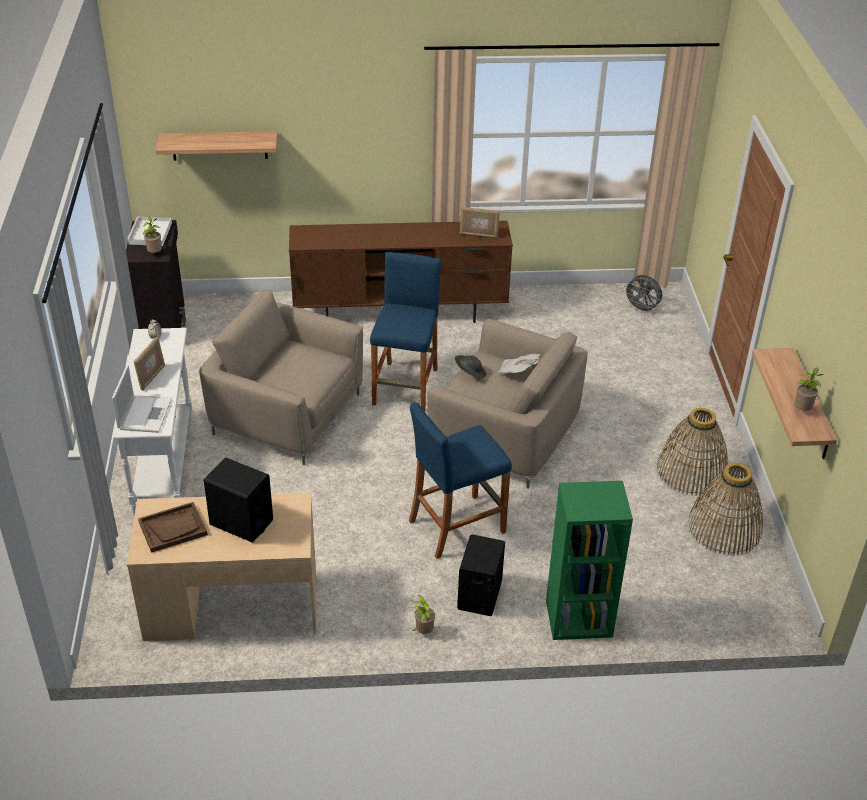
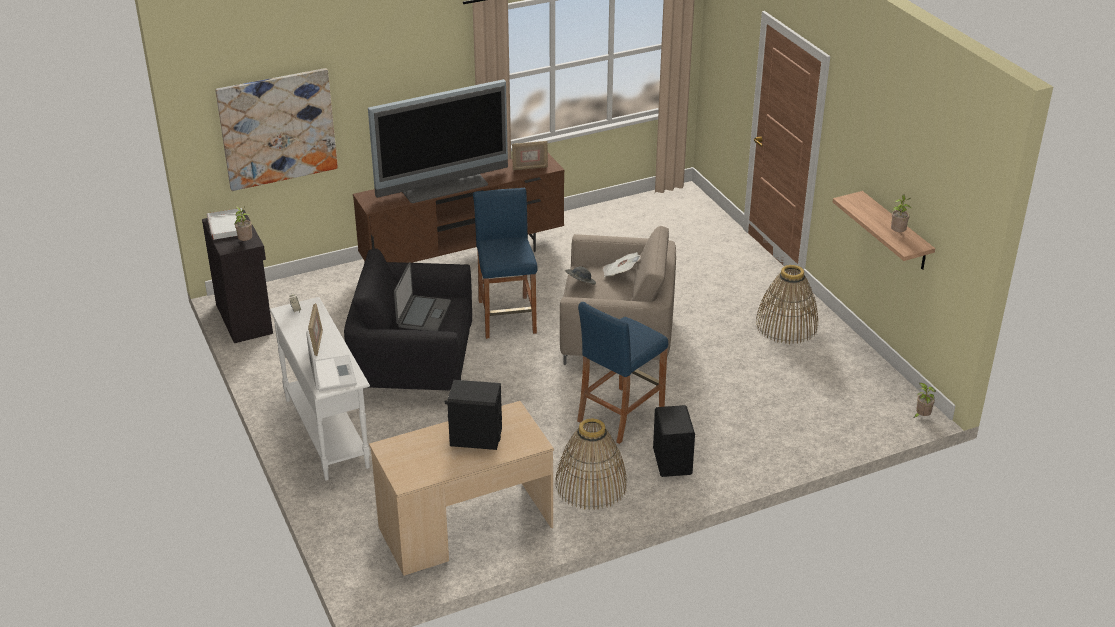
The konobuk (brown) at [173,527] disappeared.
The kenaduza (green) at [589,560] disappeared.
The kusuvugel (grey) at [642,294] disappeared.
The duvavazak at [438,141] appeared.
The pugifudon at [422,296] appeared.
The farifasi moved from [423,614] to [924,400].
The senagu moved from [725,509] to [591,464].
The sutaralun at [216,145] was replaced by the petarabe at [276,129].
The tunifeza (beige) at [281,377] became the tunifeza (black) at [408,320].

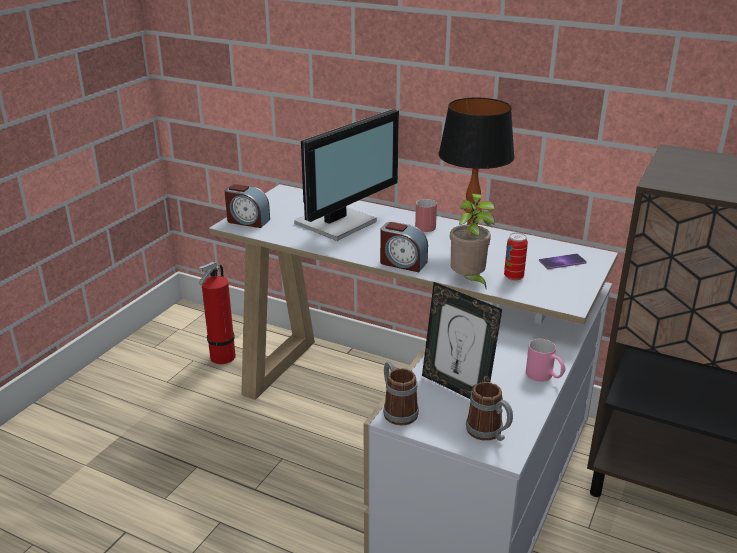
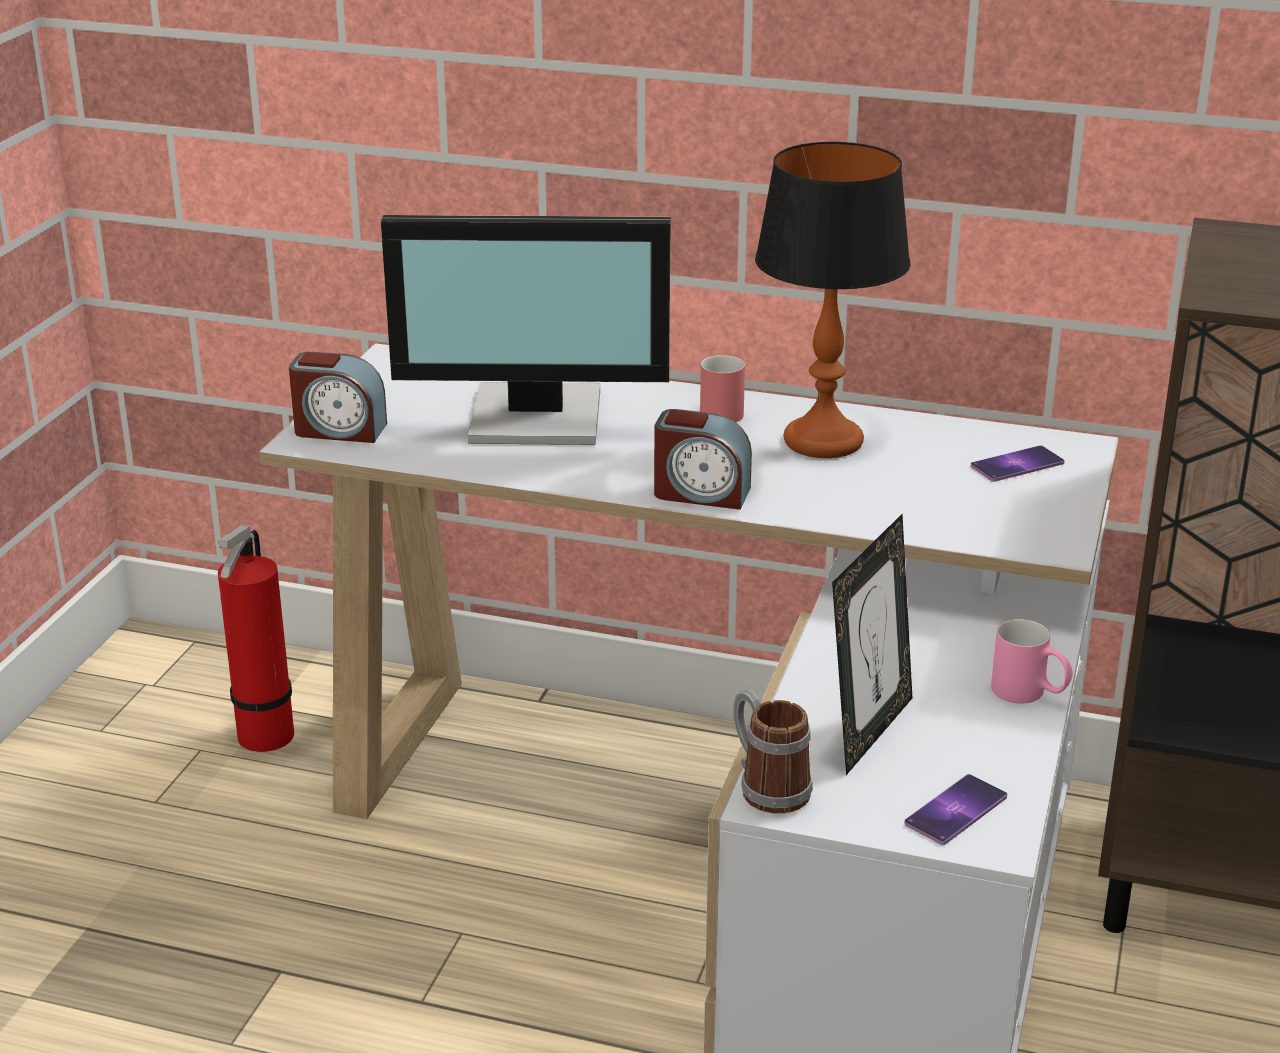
The farifasi at [472,240] disappeared.
The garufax at [516,257] disappeared.
The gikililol at [489,411] was replaced by the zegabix at [955,809].
The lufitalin at [346,175] turned 60 degrees clockwise.
The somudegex at [462,340] turned 90 degrees counterclockwise.

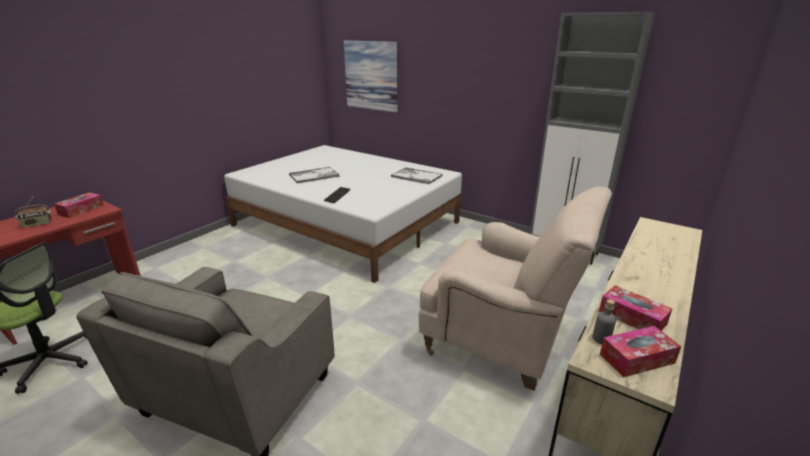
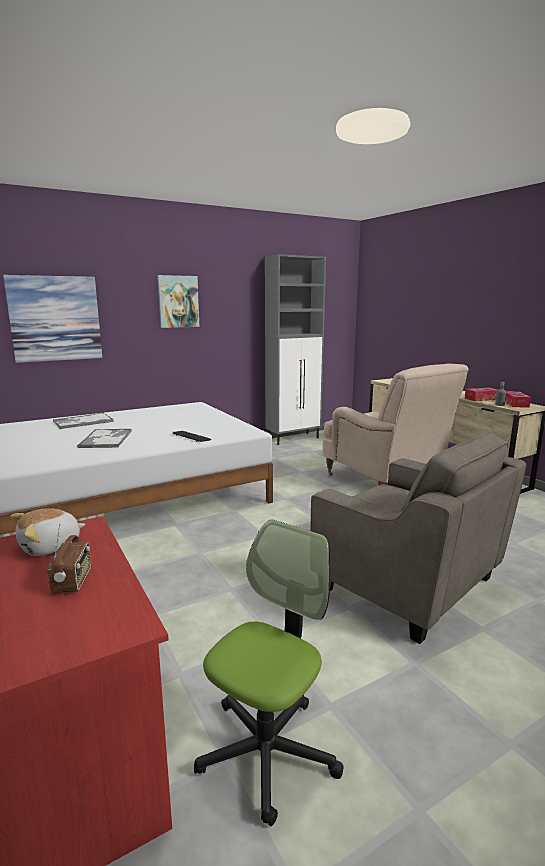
The petarabe at [178,301] appeared.
The konobuk moved from [417,175] to [83,421].
The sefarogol at [79,205] was replaced by the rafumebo at [48,532].
The tunifeza (beige) at [515,289] turned 90 degrees clockwise.

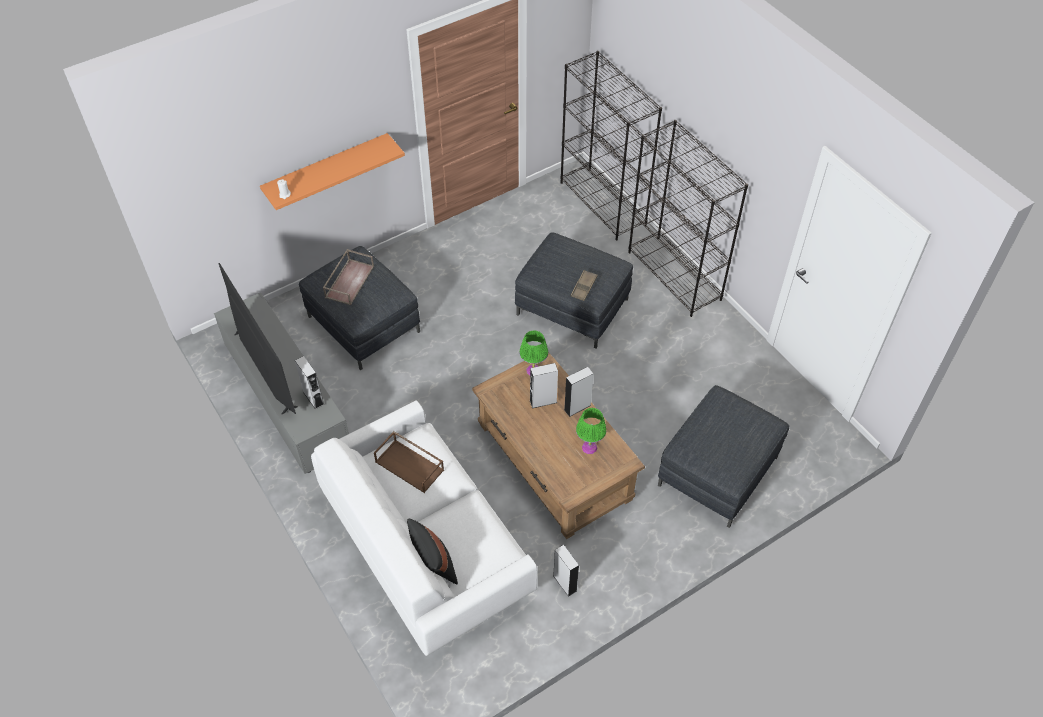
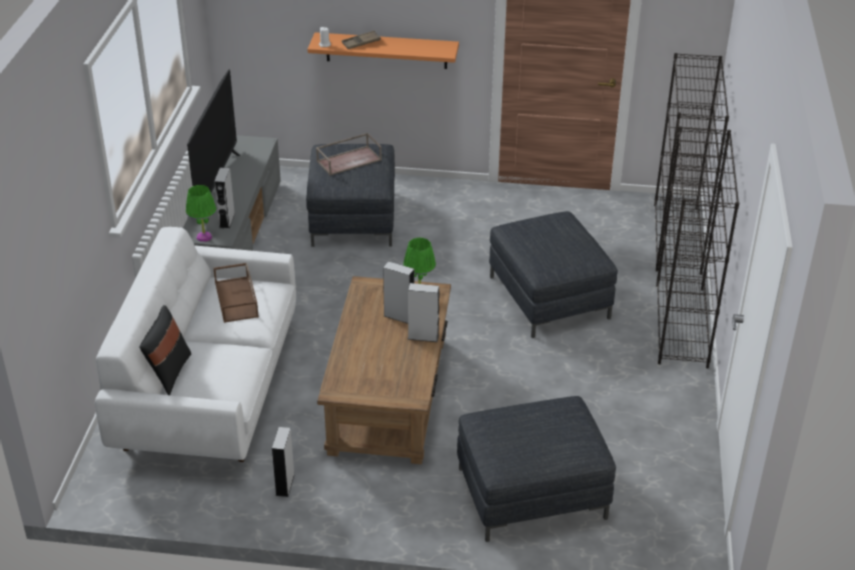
The konobuk (brown) moved from [584,285] to [361,40].
The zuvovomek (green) moved from [591,431] to [201,213].

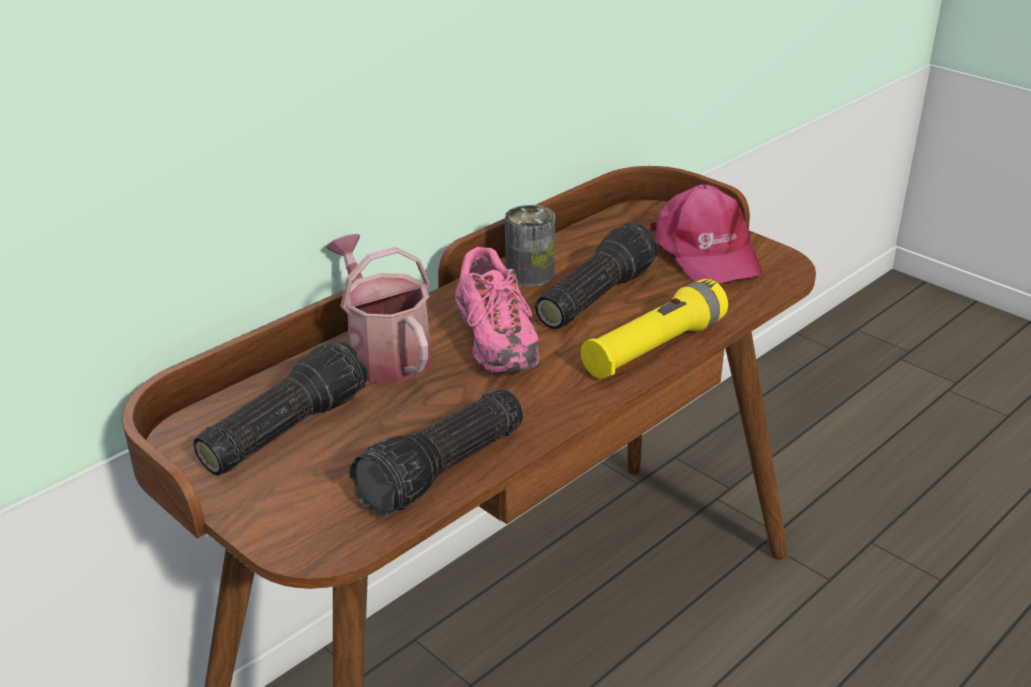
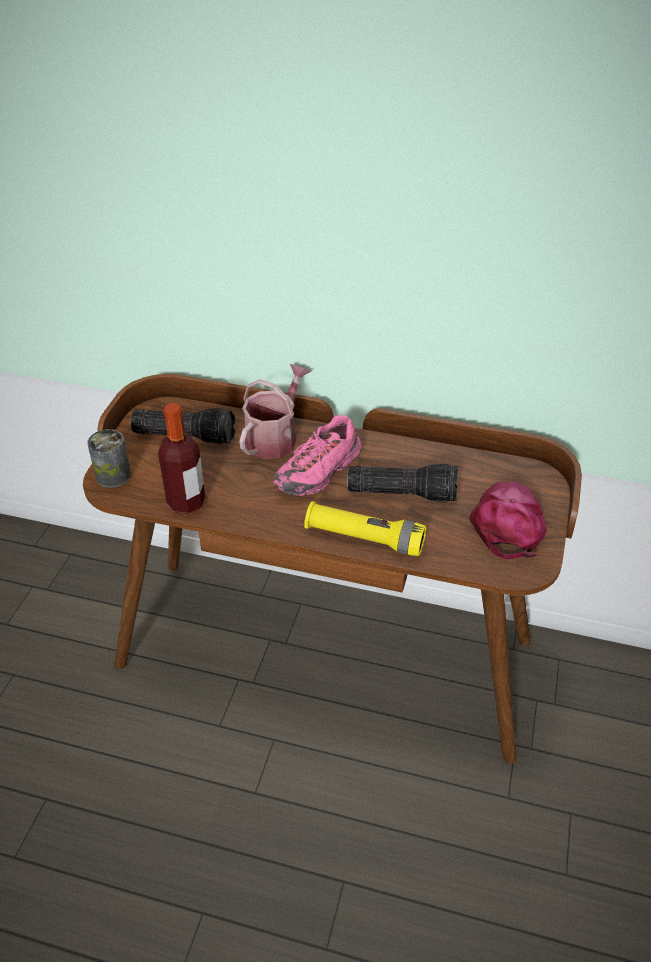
The garufax moved from [530,246] to [109,458].
The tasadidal at [436,453] was replaced by the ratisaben at [181,458].
The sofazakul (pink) at [706,234] turned 150 degrees clockwise.

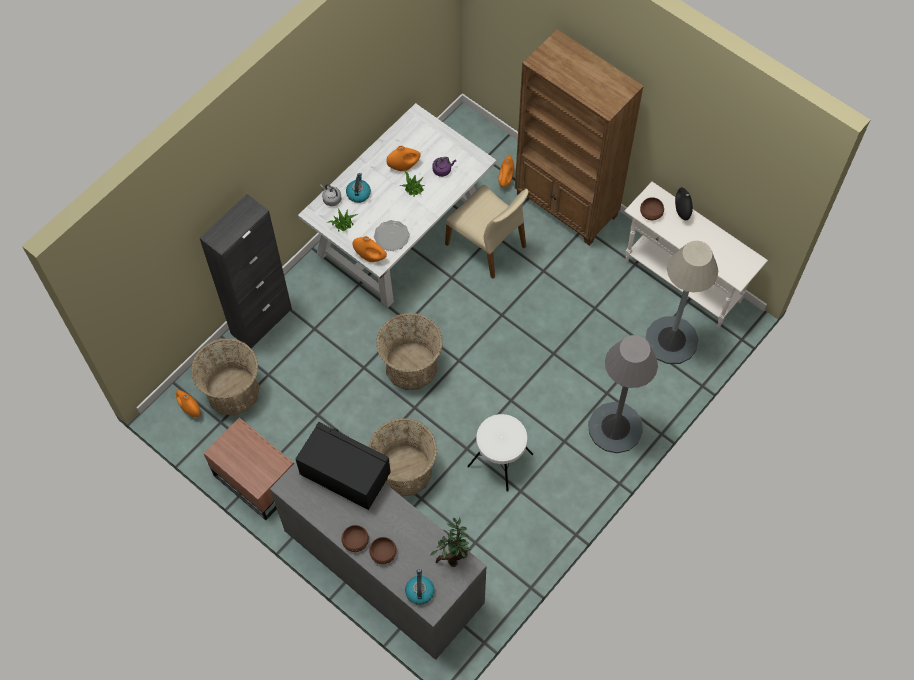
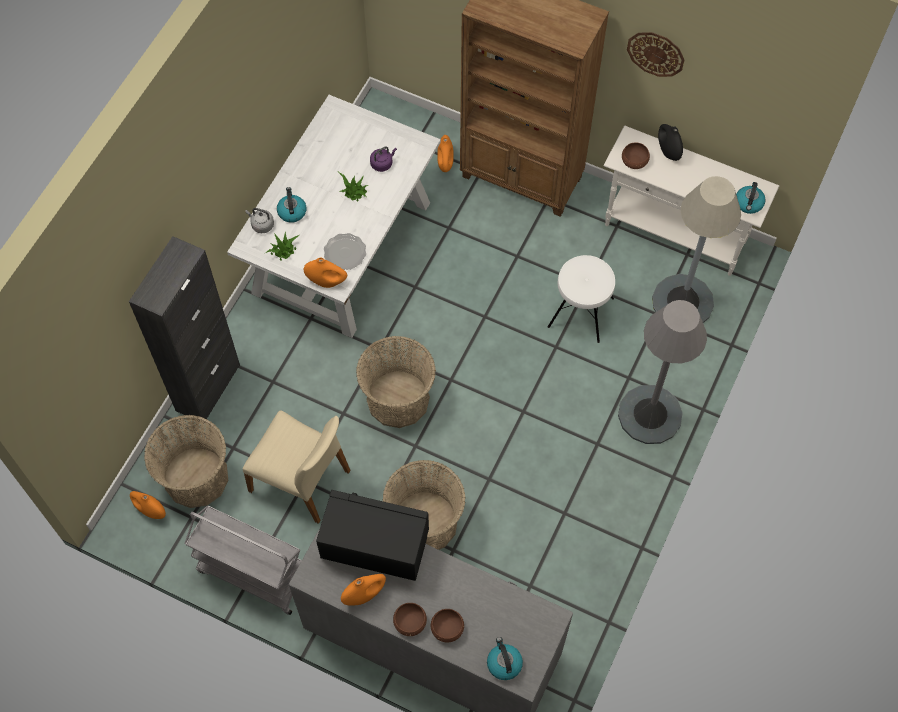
The farifasi at [451,542] disappeared.
The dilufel at [655,54] appeared.
The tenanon at [751,198] appeared.
The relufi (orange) moved from [403,158] to [363,590].
The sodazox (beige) moved from [487,232] to [297,467].
The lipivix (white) moved from [500,453] to [581,299].
The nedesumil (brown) at [249,469] was replaced by the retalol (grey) at [243,560].

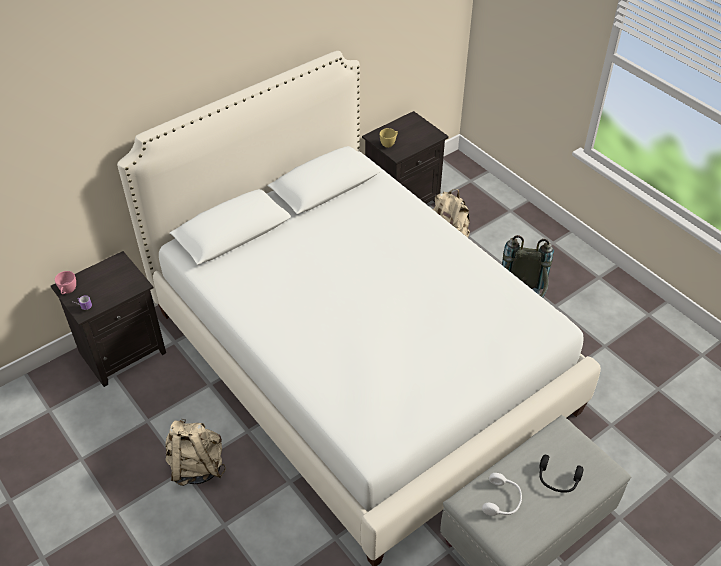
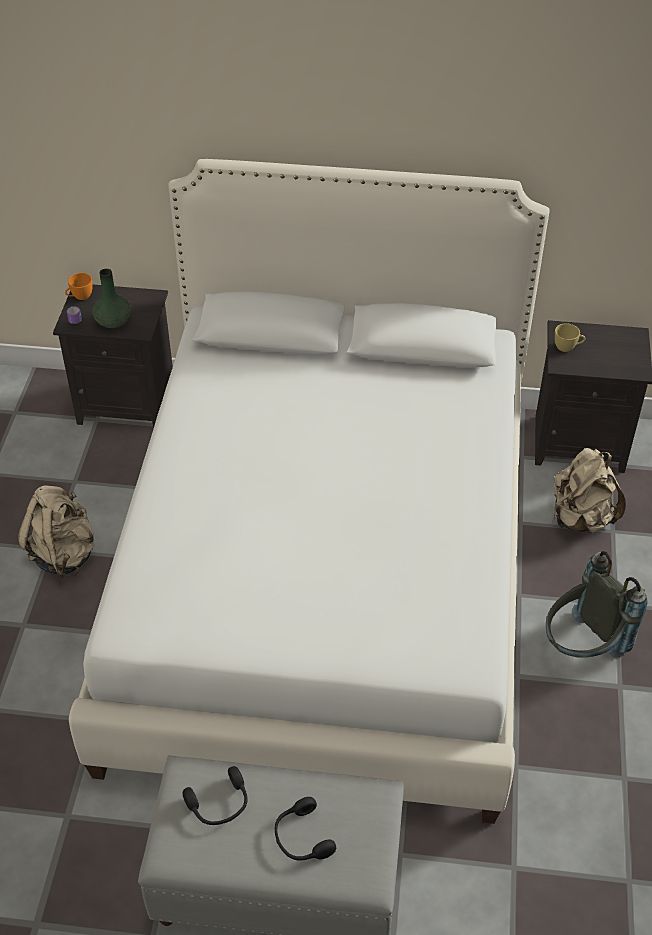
The relufi (green) at [111,298] appeared.
The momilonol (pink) at [65,282] became the momilonol (orange) at [79,286].
The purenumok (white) at [502,494] became the purenumok (black) at [215,795].

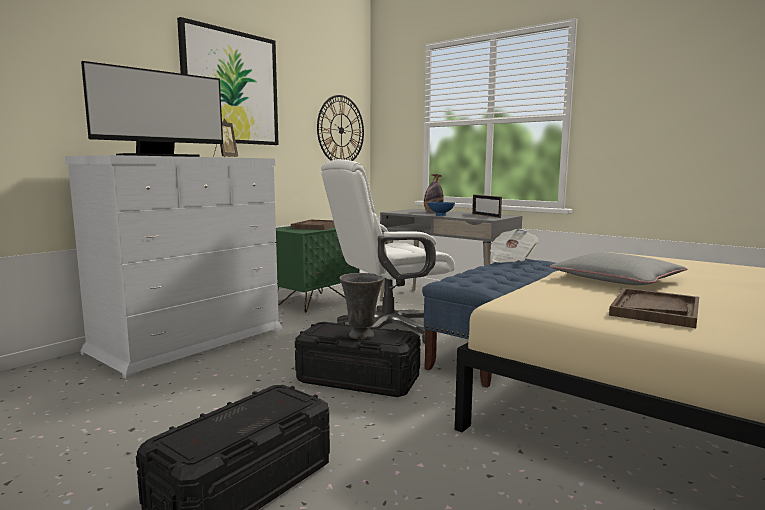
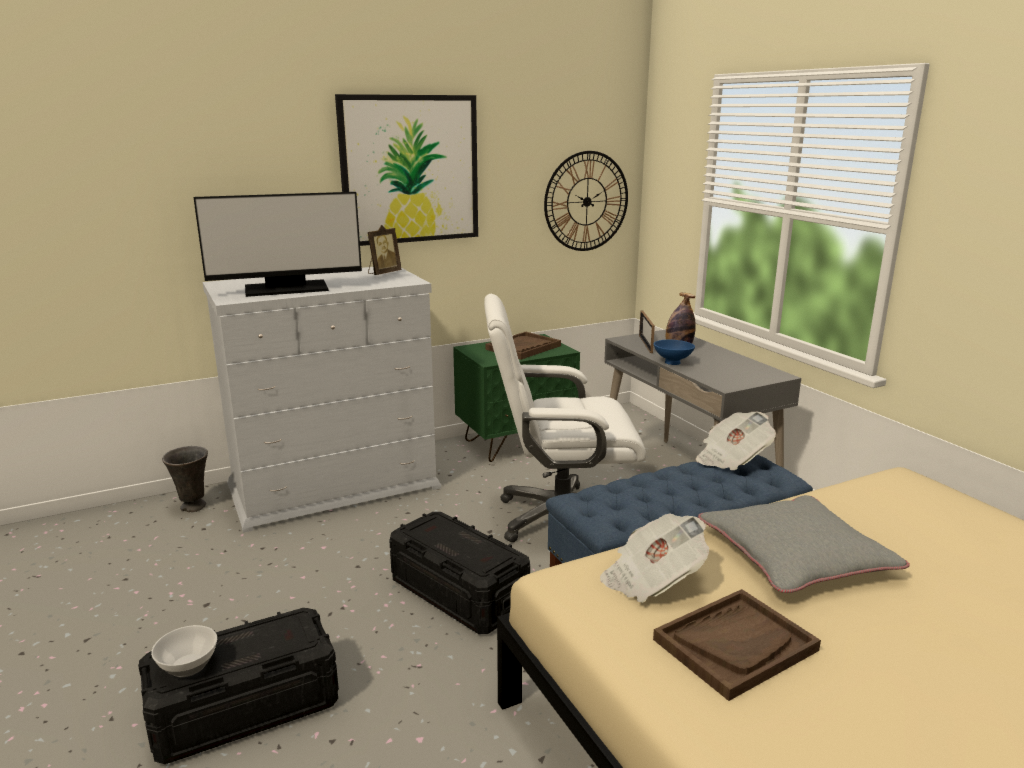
The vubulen at [184,651] appeared.
The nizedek at [654,558] appeared.
The relufi (grey) moved from [361,306] to [185,479].
The somudegex moved from [487,206] to [647,331].

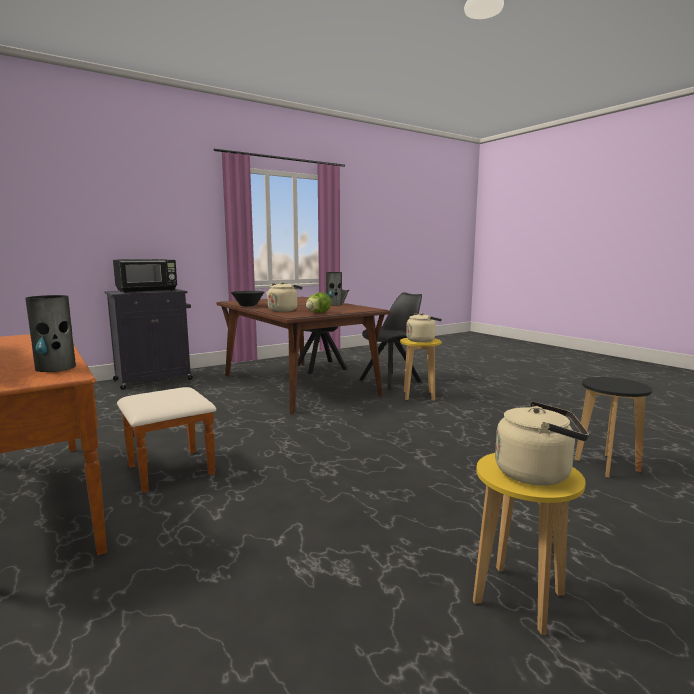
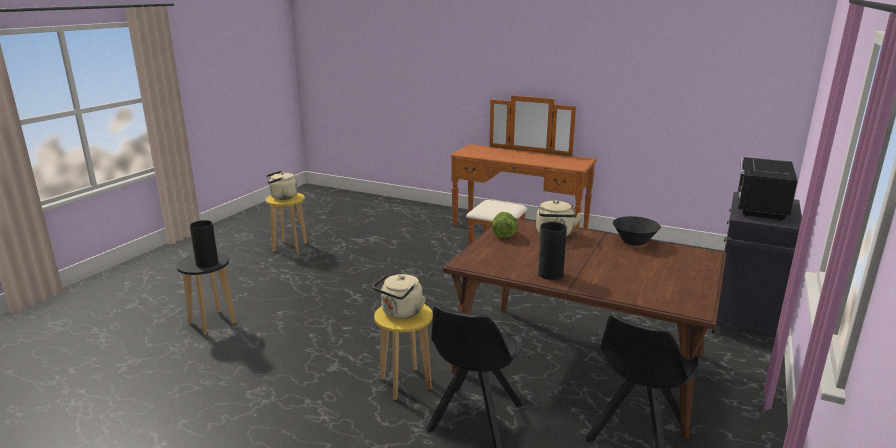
The relufi moved from [50,333] to [204,244].

